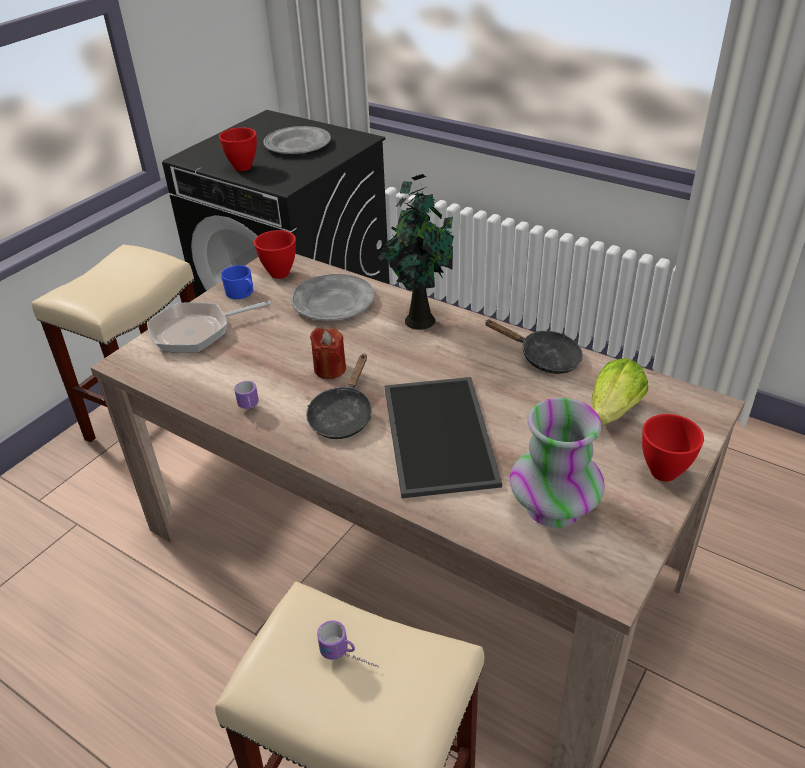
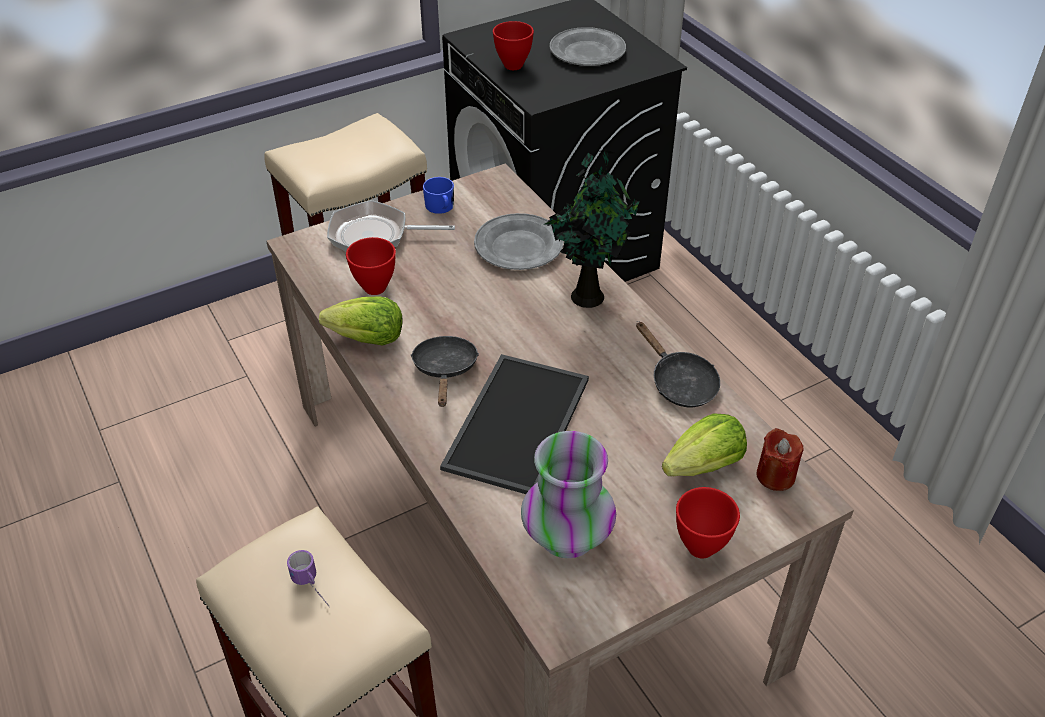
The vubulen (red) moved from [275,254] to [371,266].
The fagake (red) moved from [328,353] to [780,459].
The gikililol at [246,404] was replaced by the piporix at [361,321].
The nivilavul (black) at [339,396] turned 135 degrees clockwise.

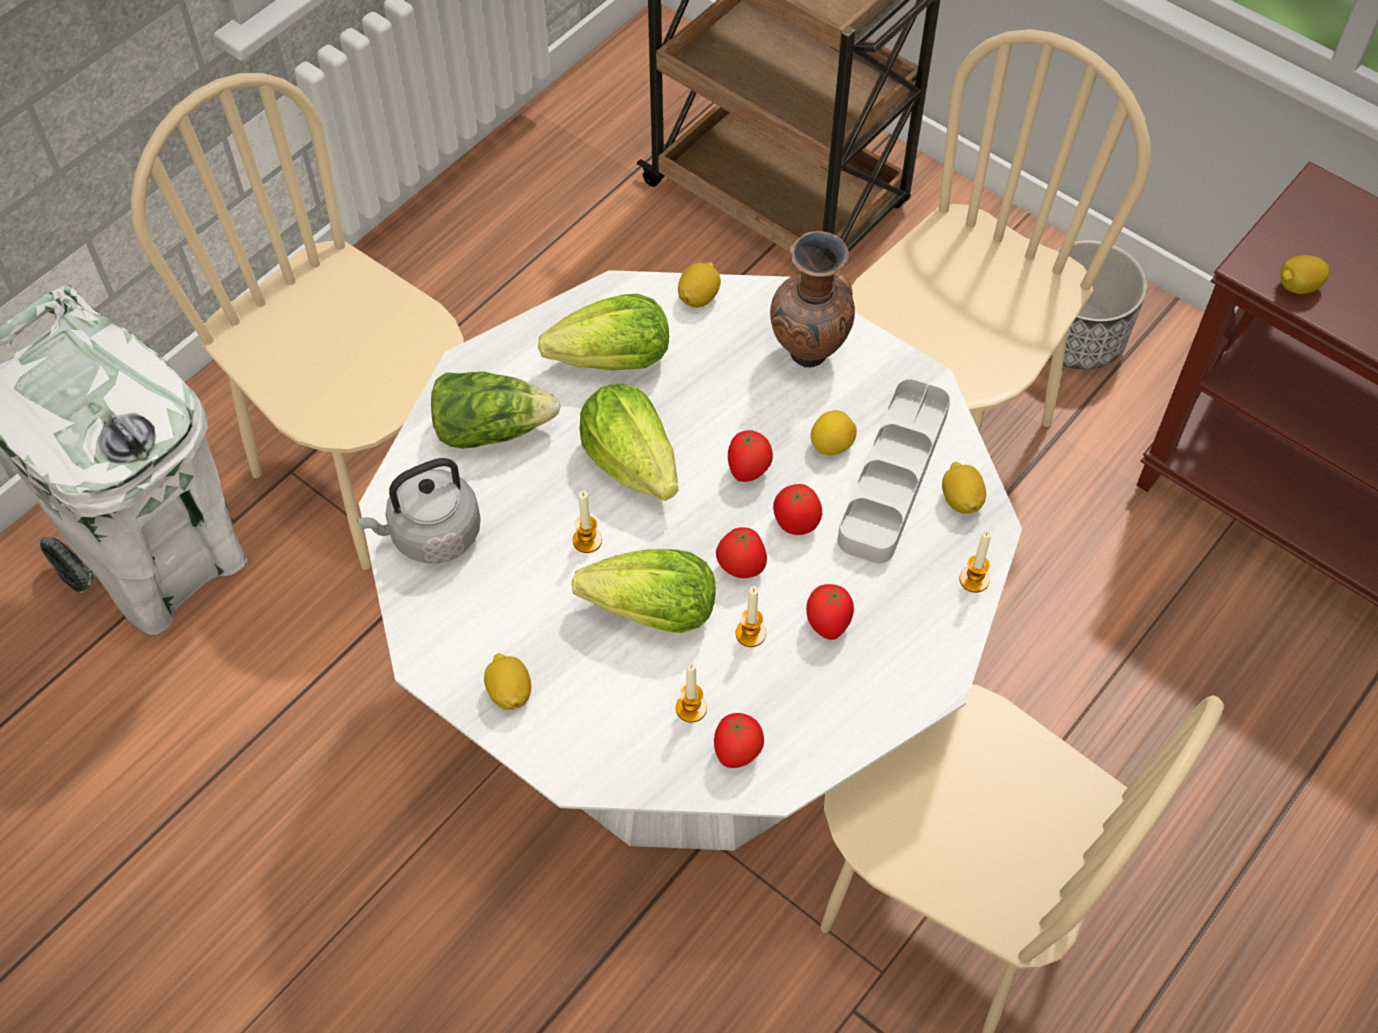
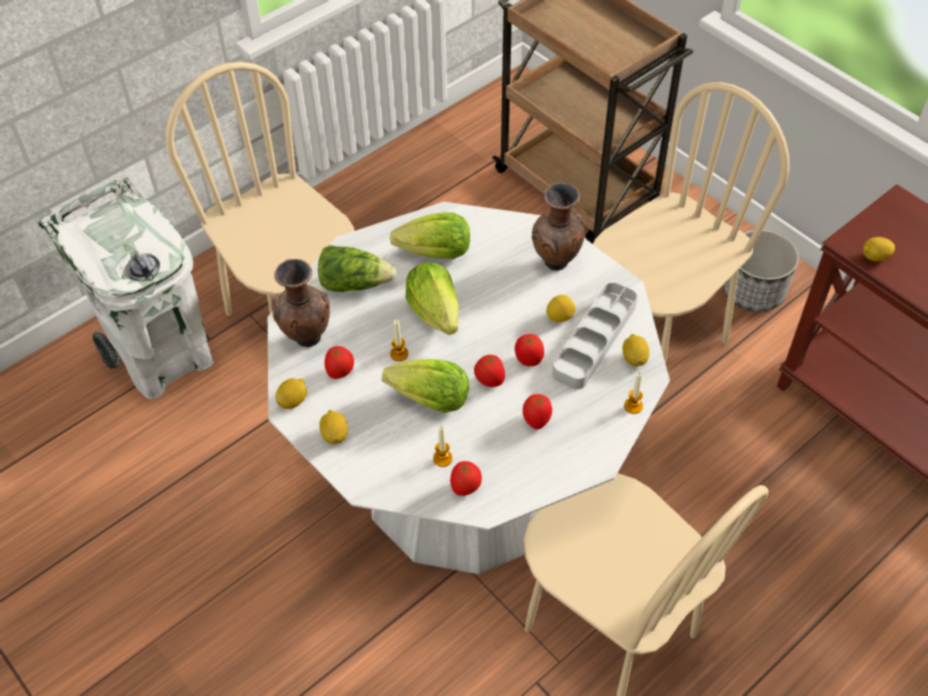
The fagake at [751,616] disappeared.
The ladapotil moved from [699,285] to [291,393].
The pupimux moved from [750,455] to [339,362].
The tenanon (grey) at [419,510] was replaced by the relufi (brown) at [300,303].

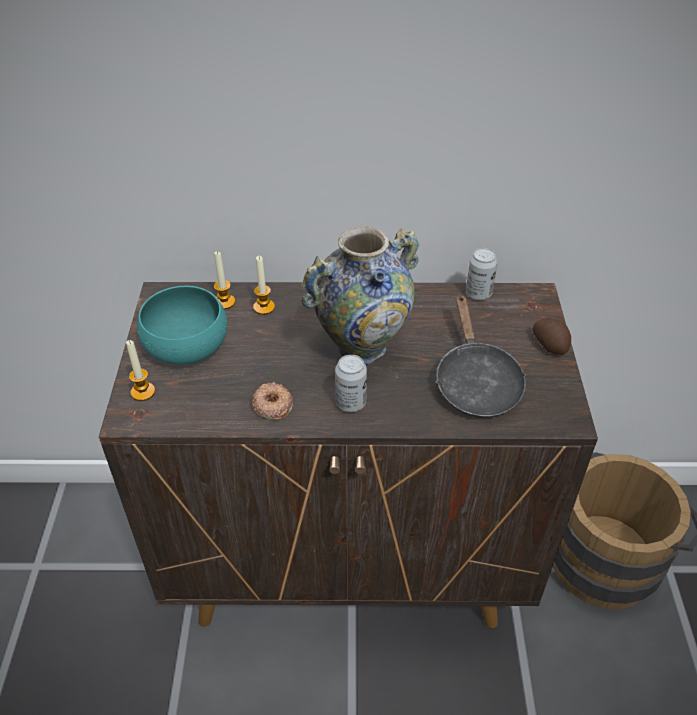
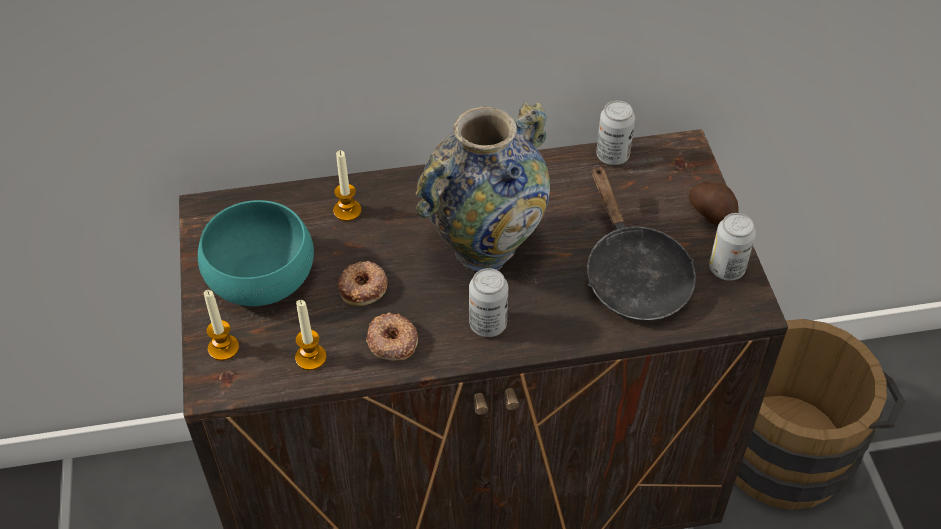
The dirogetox at [362,283] appeared.
The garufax at [732,246] appeared.
The fagake moved from [224,280] to [311,335].

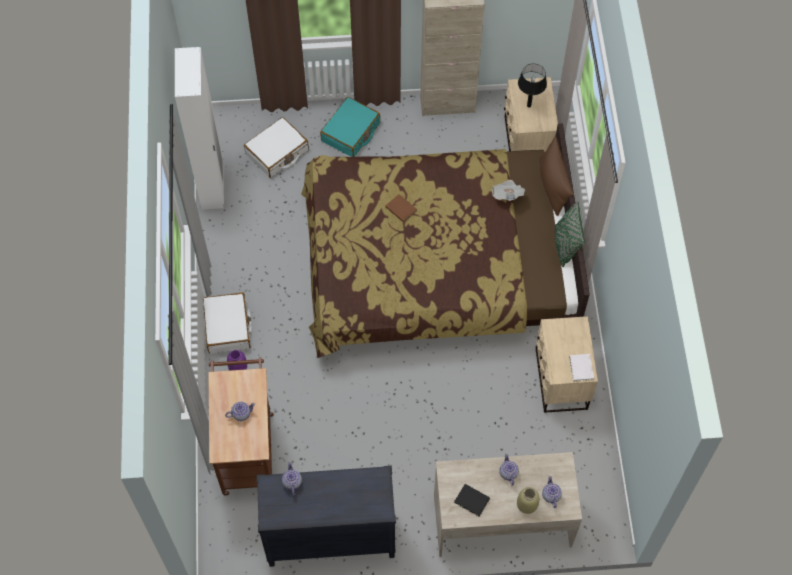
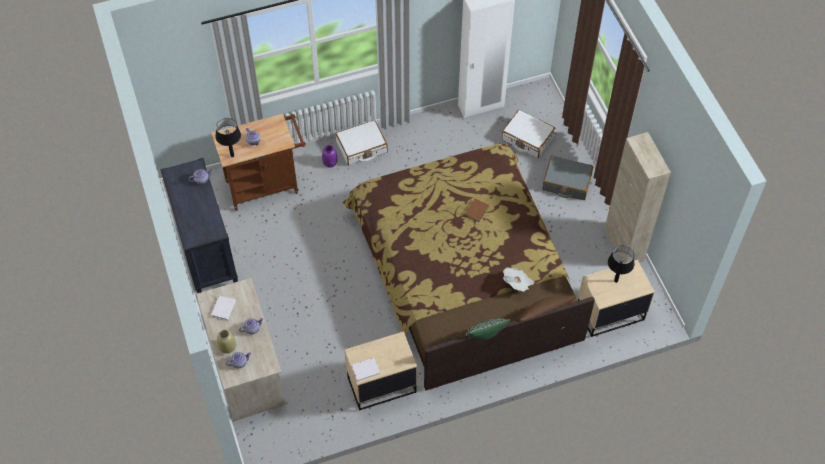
The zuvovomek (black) at [228,137] appeared.
The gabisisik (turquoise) at [350,127] became the gabisisik (grey) at [568,178].
The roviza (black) at [472,500] became the roviza (white) at [223,308].

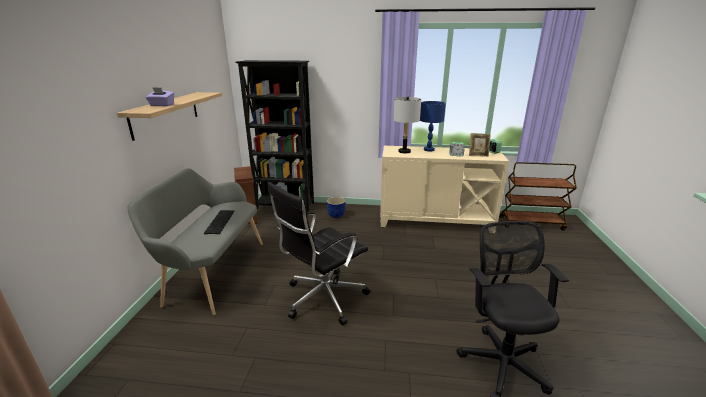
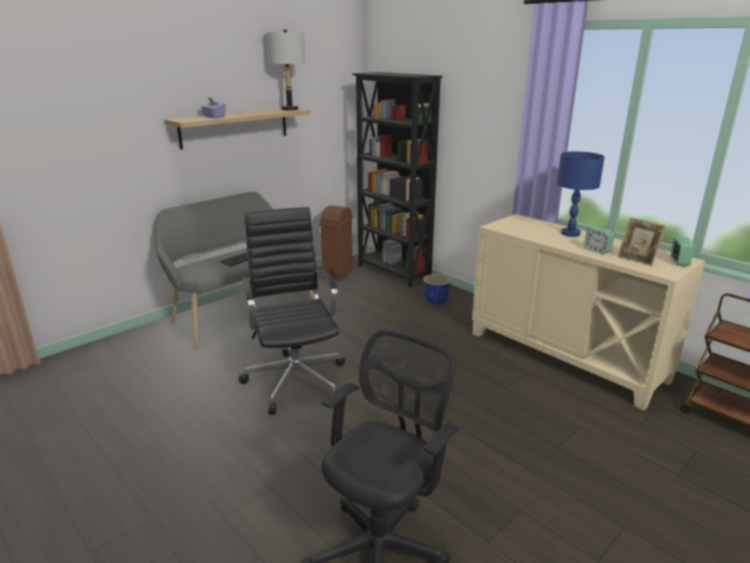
The zuvovomek (grey) moved from [407,125] to [286,69].
The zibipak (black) at [318,253] turned 75 degrees clockwise.

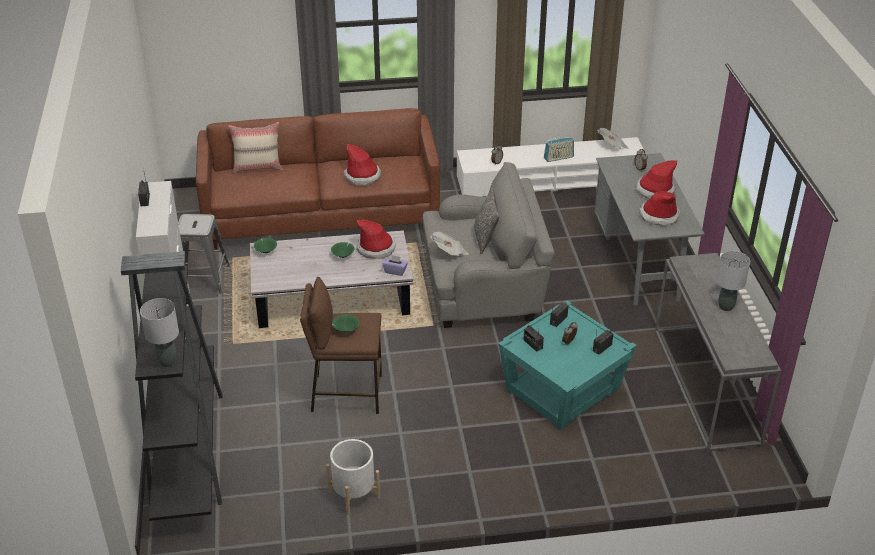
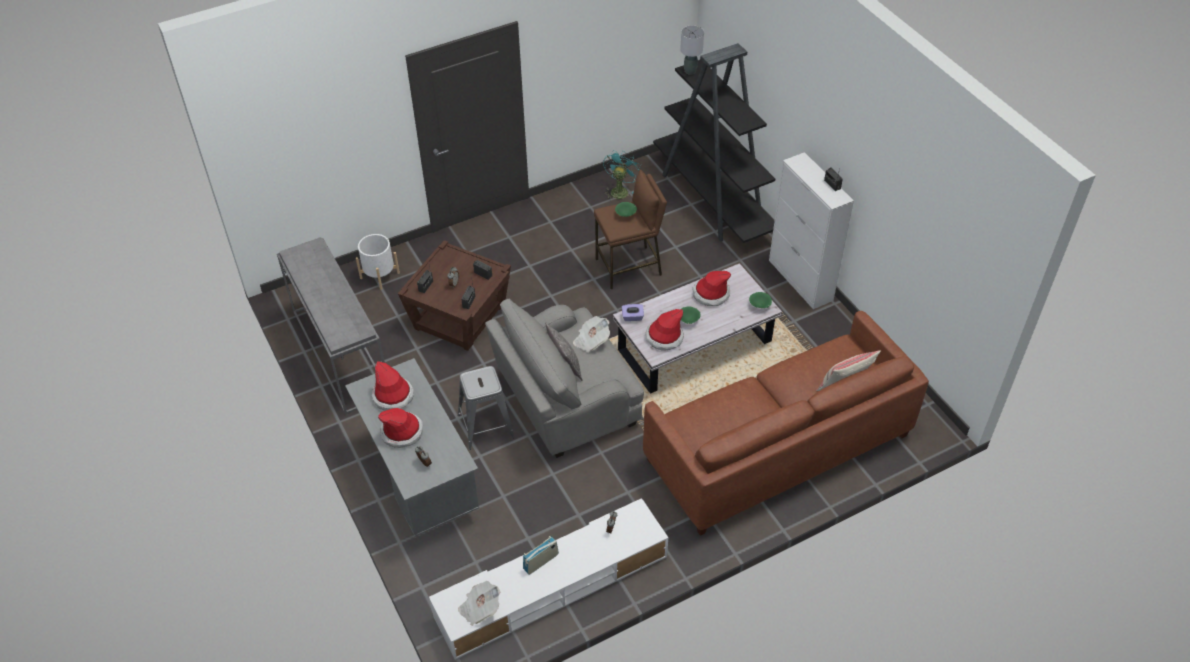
The zuvovomek (grey) at [733,281] disappeared.
The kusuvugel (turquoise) at [622,175] appeared.
The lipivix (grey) moved from [204,254] to [486,408].
The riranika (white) moved from [353,477] to [378,262].
The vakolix moved from [362,165] to [711,288].
The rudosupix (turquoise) at [567,365] became the rudosupix (brown) at [454,295].

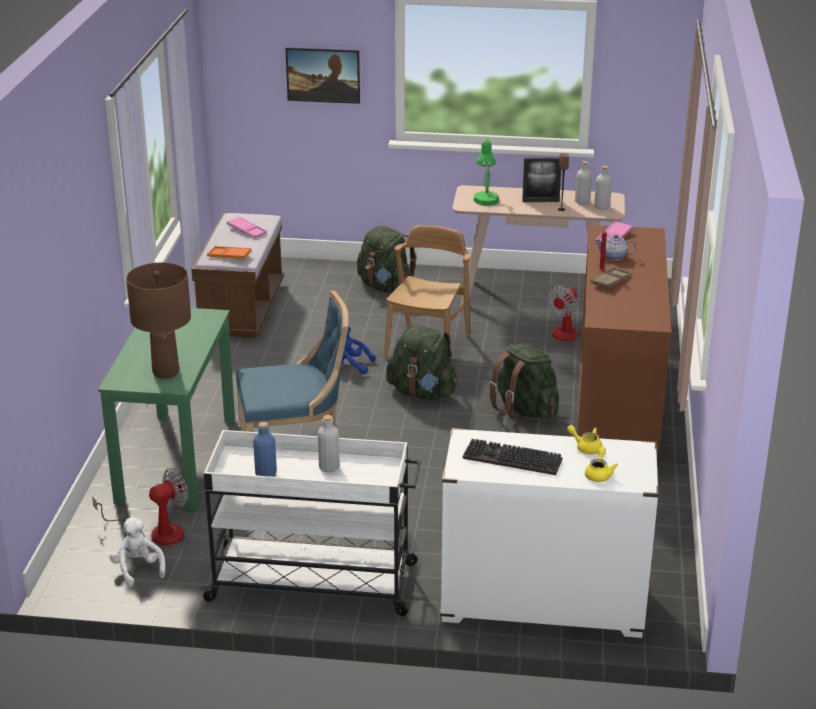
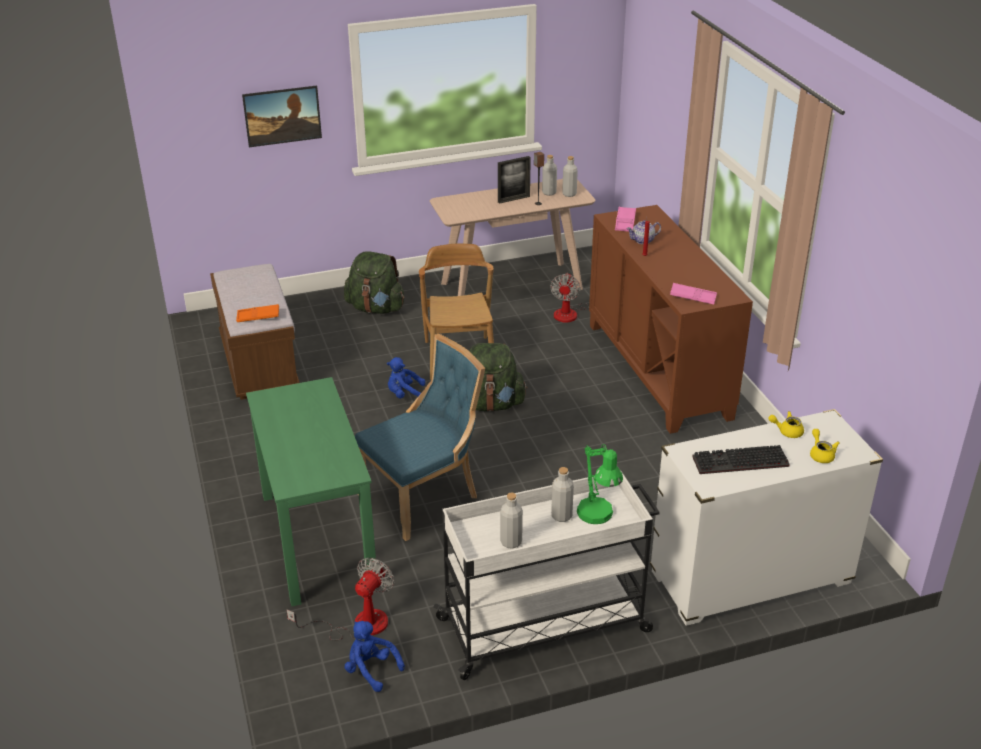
The zuvovomek (brown) at [158,321] disappeared.
The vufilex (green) at [524,382] disappeared.
The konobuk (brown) at [611,278] disappeared.
The konobuk (pink) moved from [247,227] to [693,293].
The zuvovomek (green) moved from [486,172] to [600,484].
The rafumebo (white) at [137,552] became the rafumebo (blue) at [374,656].
The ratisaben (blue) at [265,449] became the ratisaben (grey) at [511,520].

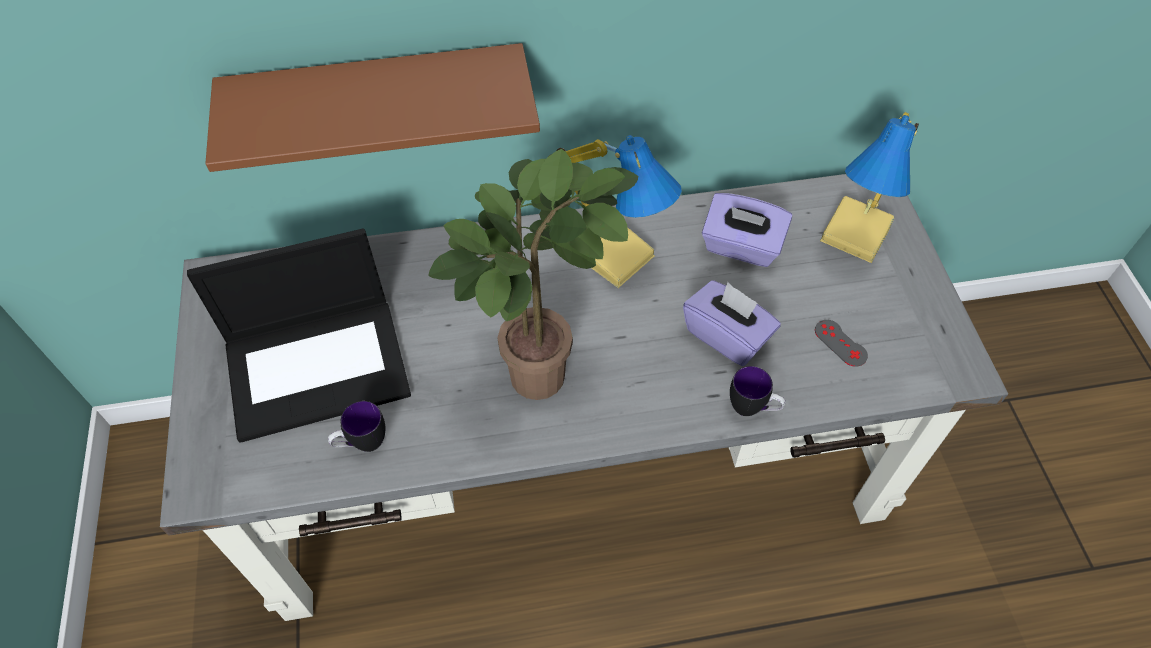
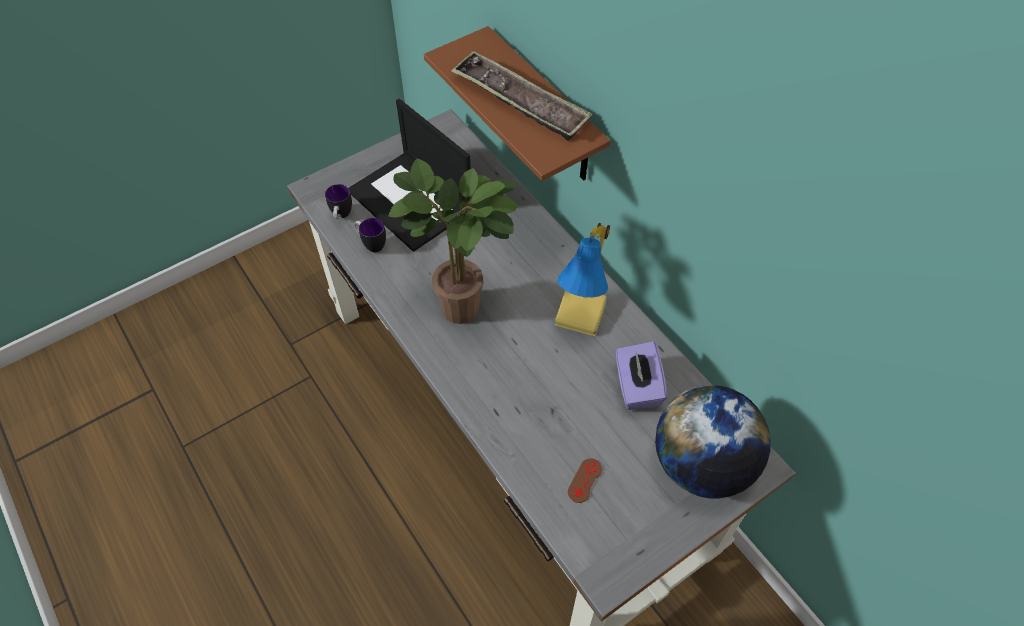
The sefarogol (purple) at [732,323] disappeared.
The konobuk at [521,96] appeared.
The gikililol moved from [757,391] to [338,201].
The zuvovomek at [869,187] was replaced by the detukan at [713,442].
The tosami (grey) at [841,343] became the tosami (brown) at [585,480].

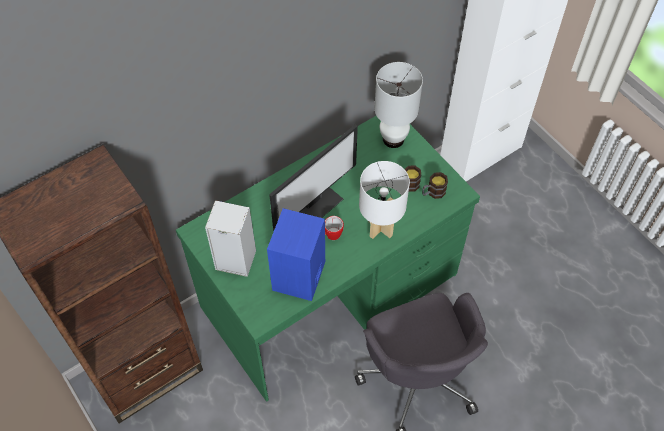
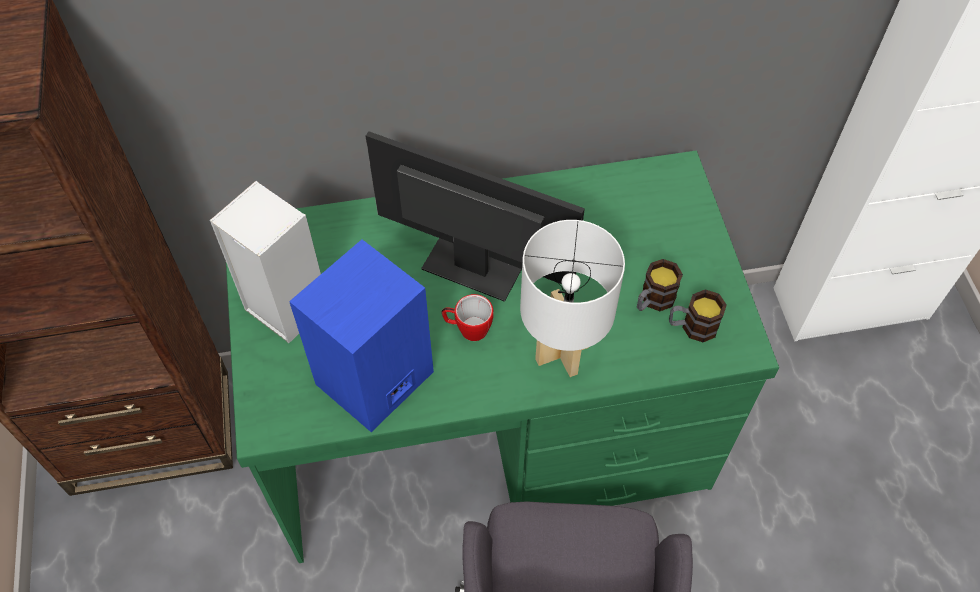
The zuvovomek (white) at [398,105] disappeared.
The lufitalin at [313,178] turned 135 degrees counterclockwise.

